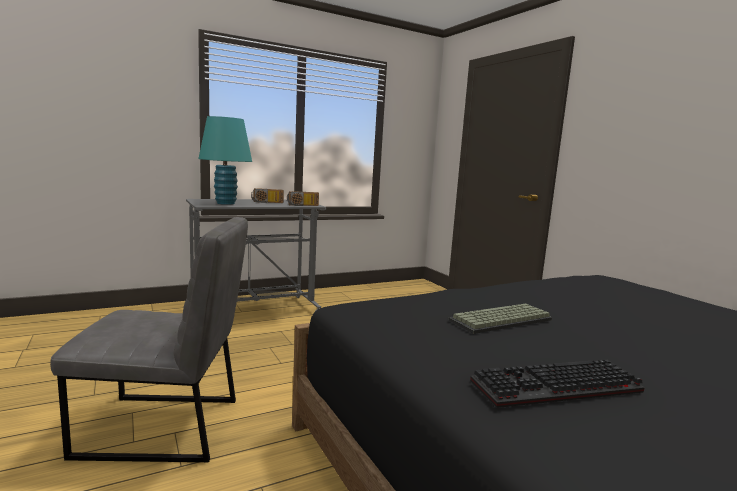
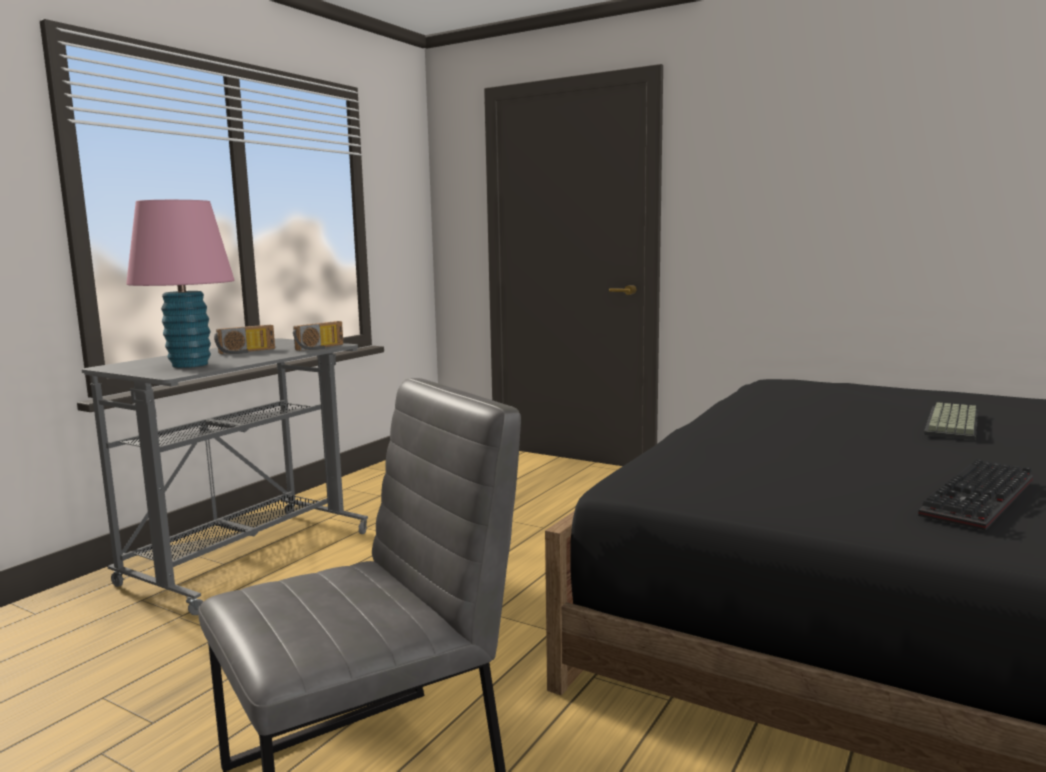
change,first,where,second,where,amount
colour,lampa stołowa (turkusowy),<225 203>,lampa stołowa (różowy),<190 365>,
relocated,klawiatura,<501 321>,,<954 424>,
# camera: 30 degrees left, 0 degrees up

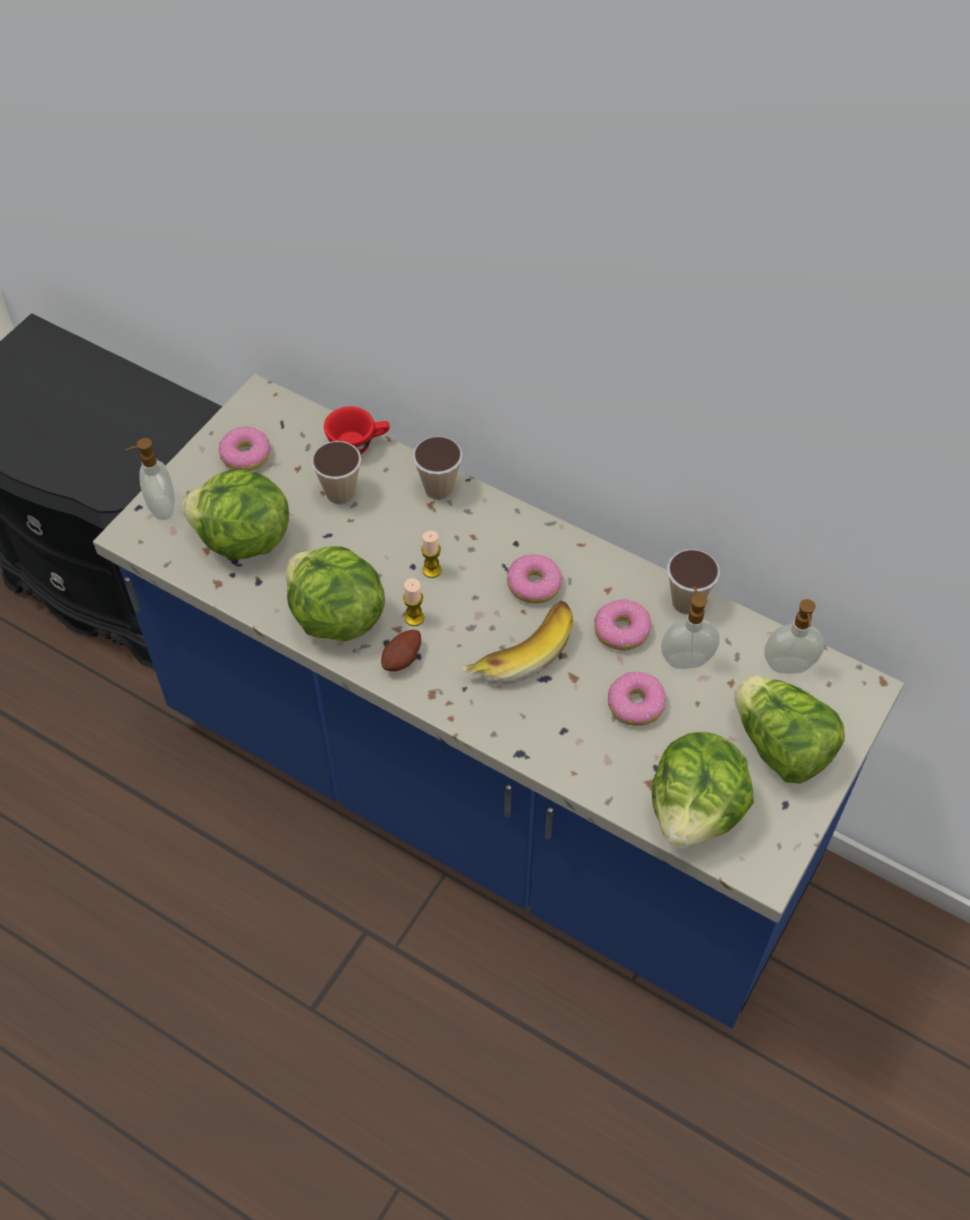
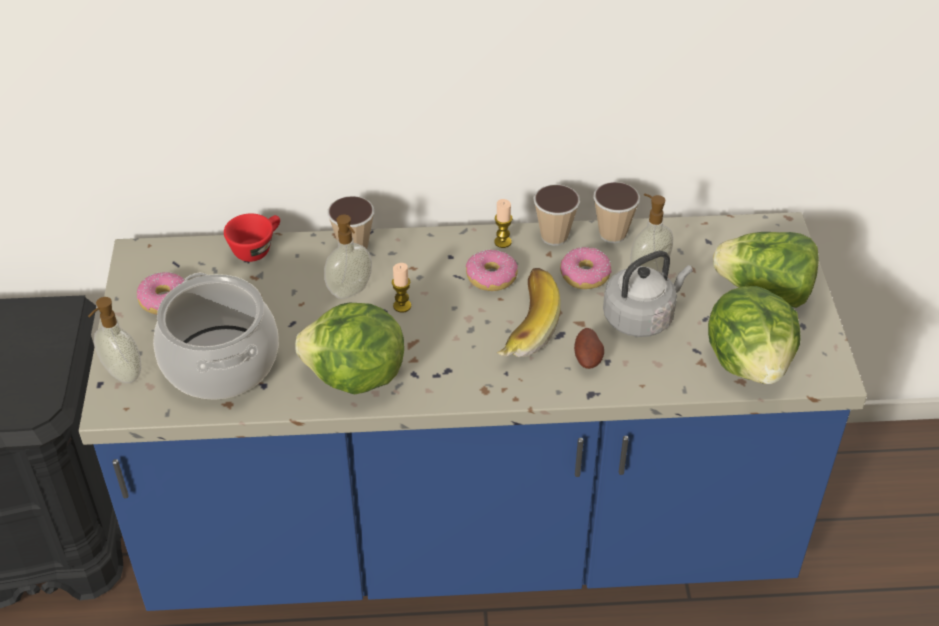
change,first,where,second,where,amount
relocated,filiżanka,<340 493>,,<554 236>,
exchanged,sałata,<243 541>,garnek,<221 362>,
relocated,świeca,<414 618>,,<502 242>,
relocated,dozownik mydła,<788 667>,,<350 291>,
relocated,ziemniak,<403 659>,,<588 358>,
exchanged,donut,<635 704>,czajnik (szary),<641 317>,
# camera: 35 degrees left, 10 degrees down

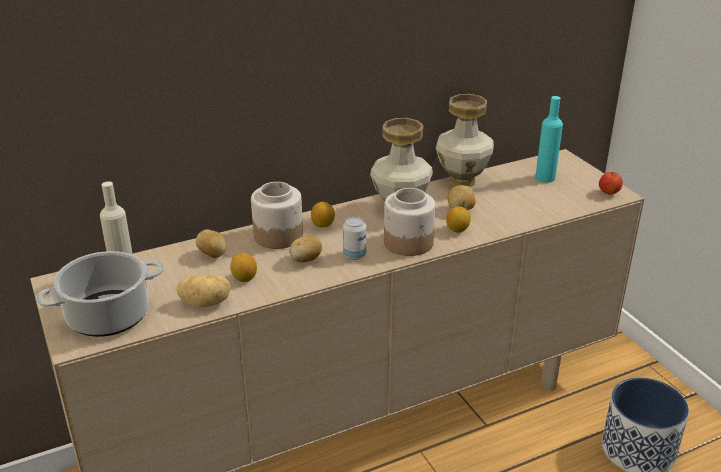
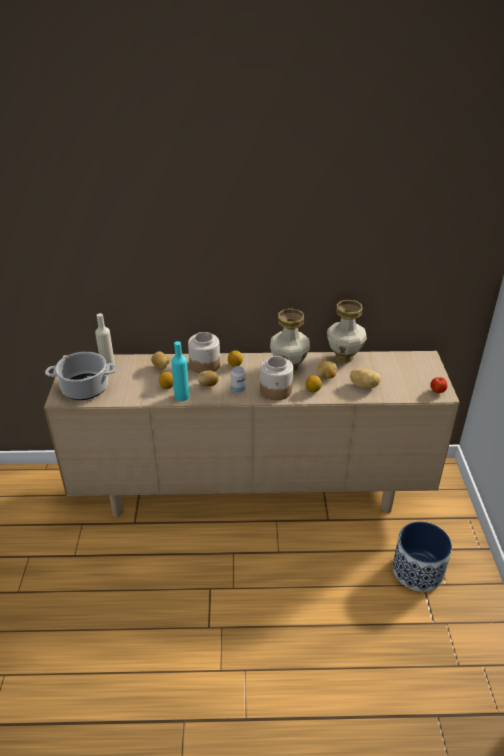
change,first,where,second,where,amount
relocated,butelka (turkusowy),<545 178>,,<182 396>,
relocated,ziemniak,<206 302>,,<364 385>,
# camera: 25 degrees right, 5 degrees up

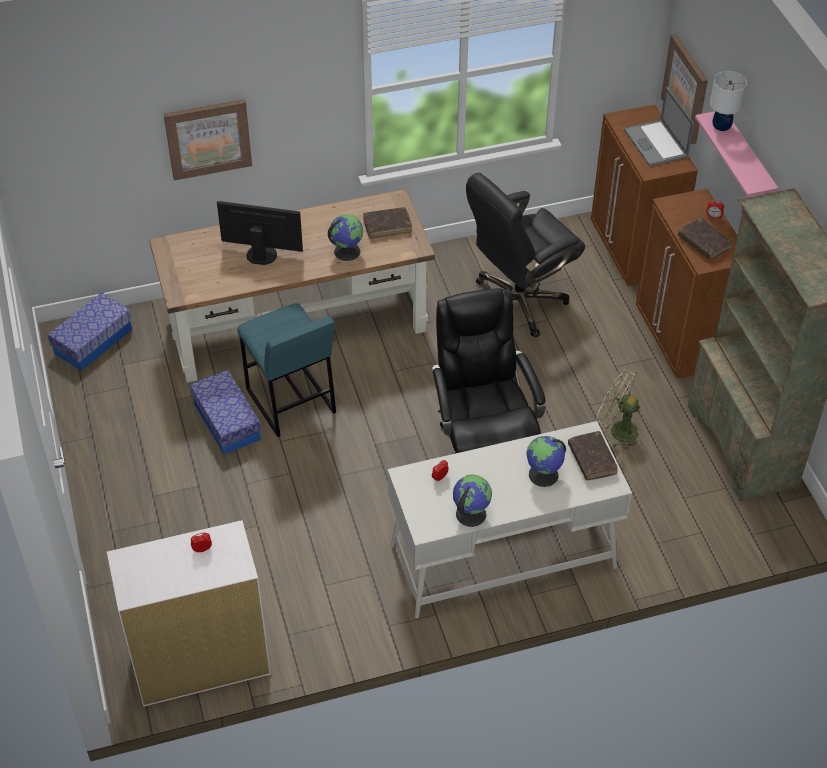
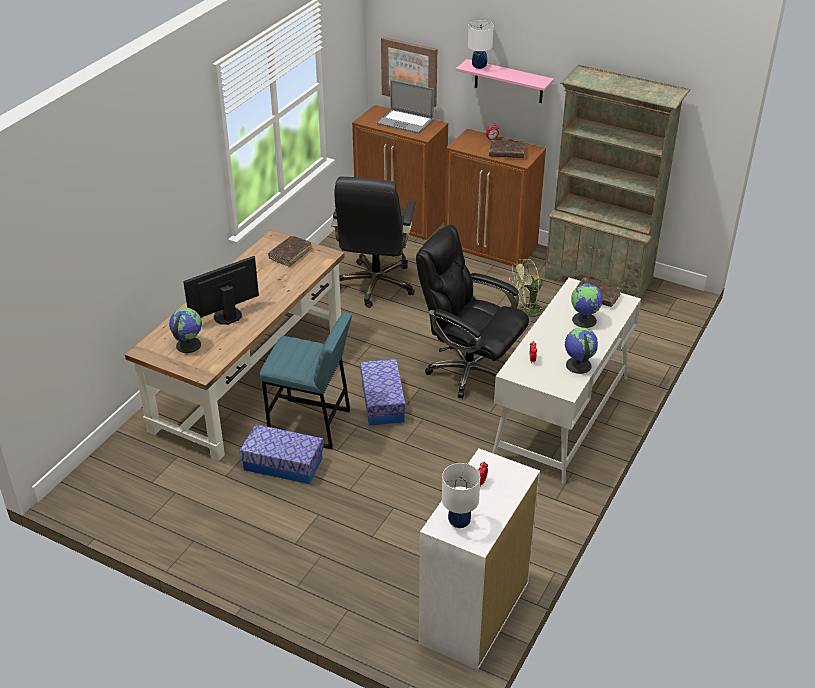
change,first,where,second,where,amount
missing,obraz,<208 138>,,,
relocated,globus,<347 251>,,<188 345>,
relocated,pojemnik do przechowywania,<93 341>,,<382 401>,
appeared,,,lampa stołowa (biały),<460 522>,
# camera: 45 degrees left, 10 degrees down

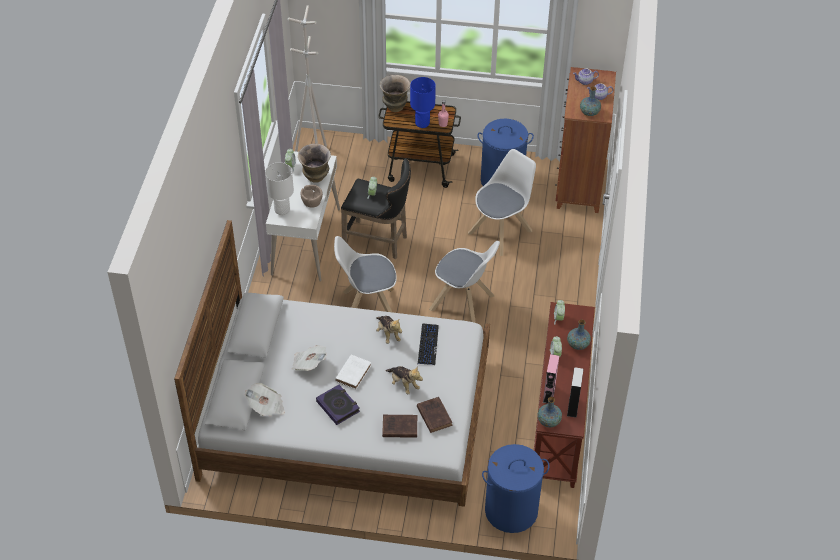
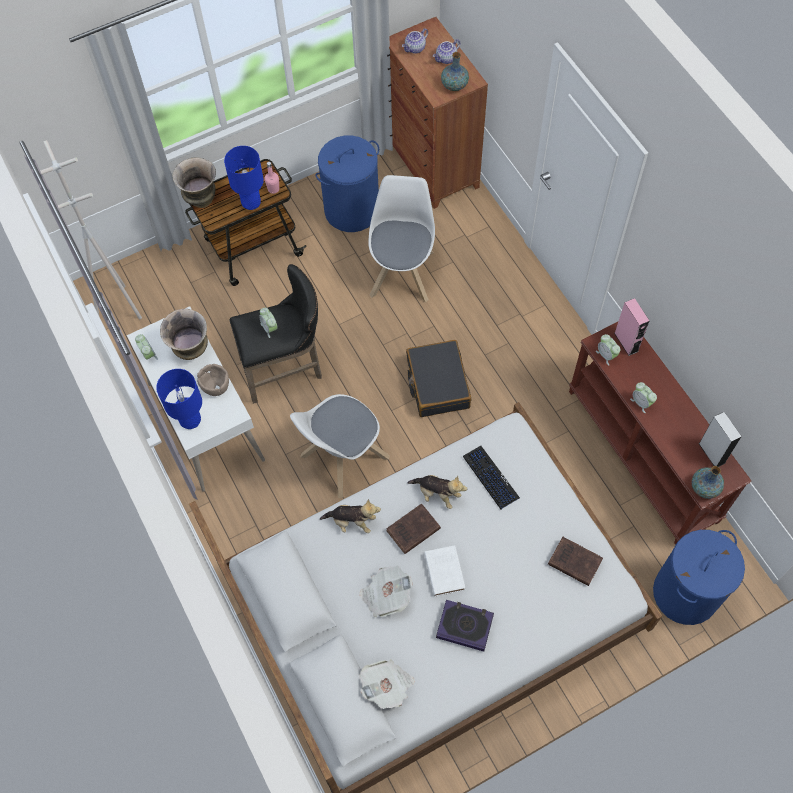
change,first,where,second,where,amount
colour,lampa stołowa (biały),<282 211>,lampa stołowa (niebieski),<190 420>,
exchanged,krzesło,<464 303>,walizka (czarny),<437 384>,
missing,wazon,<578 345>,,,
relocated,głośnik (różowy),<549 394>,,<626 342>,
relocated,pluszak,<403 384>,,<352 522>,
relocated,książka (brązowy),<398 427>,,<412 530>,
# camera: 35 degrees left, 15 degrees up

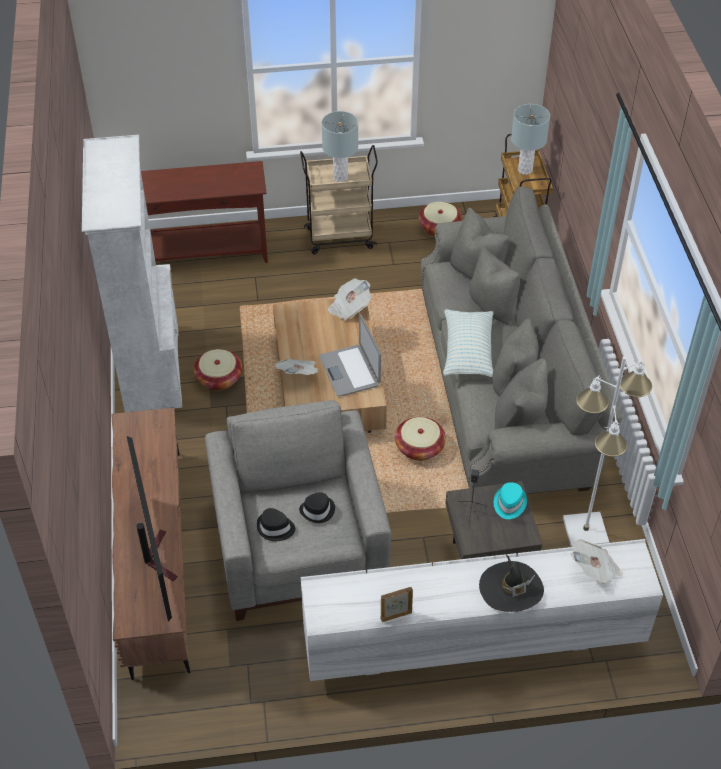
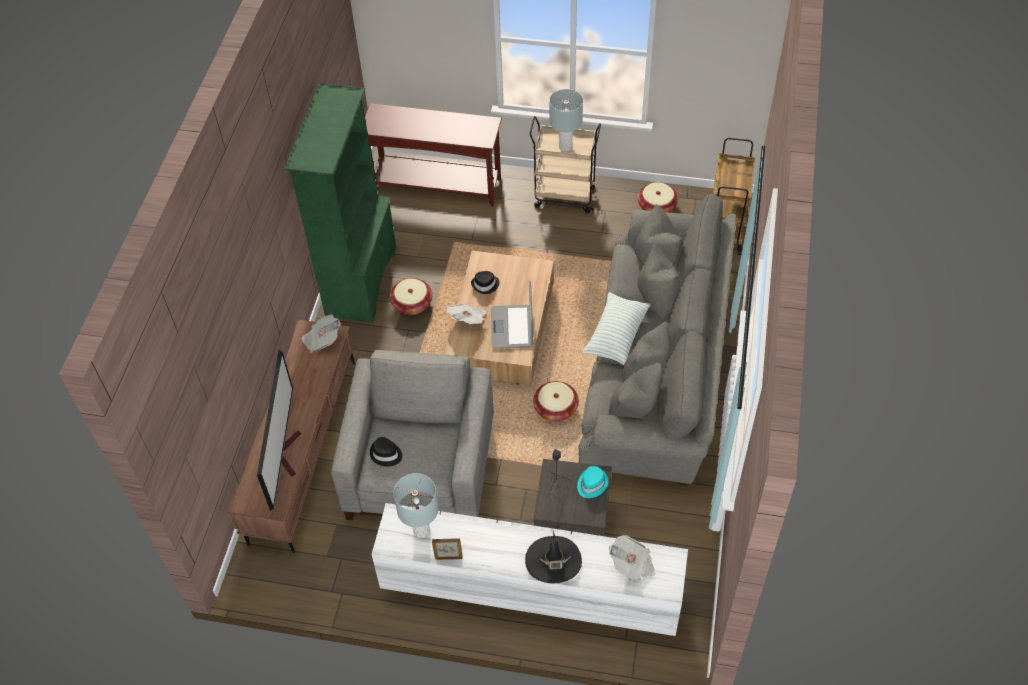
change,first,where,second,where,amount
relocated,lampa stołowa (szary),<525 170>,,<421 530>,
colour,regał (biały),<151 368>,regał (zielony),<360 281>,
relocated,gazeta,<349 307>,,<322 340>,
missing,lampa stojąca (biały),<586 531>,,,
relocated,kapelusz (czarny),<318 511>,,<485 285>,
# camera: 20 degrees right, 5 degrees up

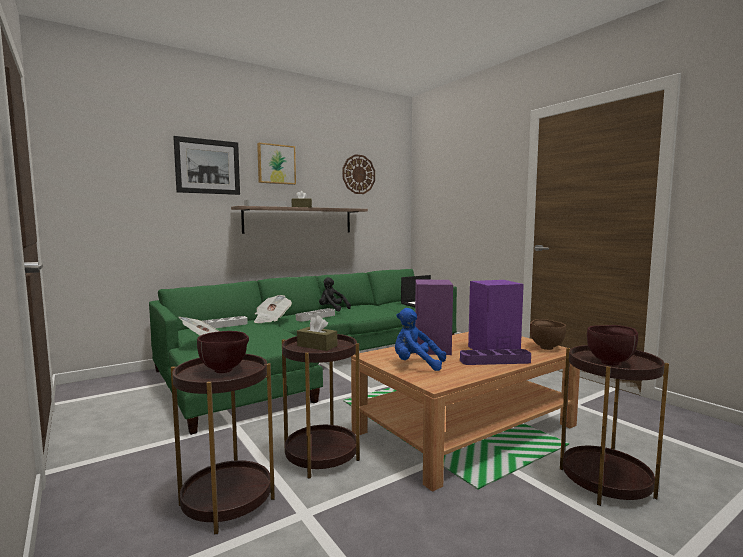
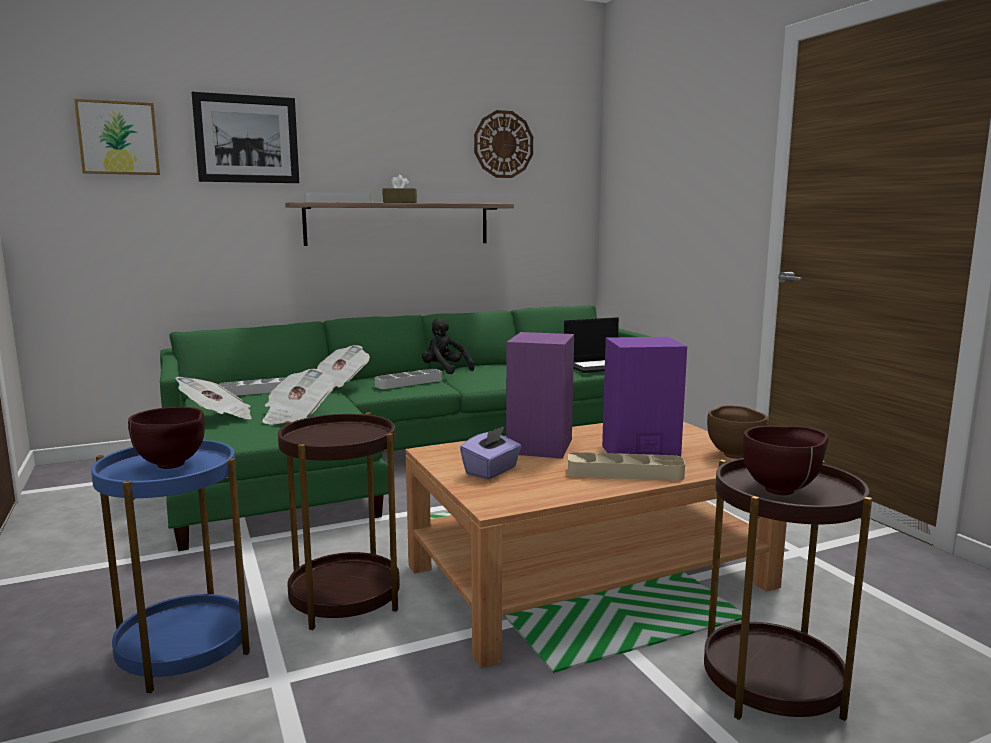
change,first,where,second,where,amount
relocated,obraz,<276 164>,,<118 138>,
exchanged,pluszak (niebieski),<416 364>,pudełko chusteczek (fioletowy),<491 471>,
missing,pudełko chusteczek (brązowy),<317 346>,,,
colour,taca (fioletowy),<495 361>,taca (beżowy),<625 473>,
colour,stolik (brązowy),<227 501>,stolik (niebieski),<183 650>,
appeared,,,gazeta,<296 416>,
# camera: 10 degrees right, 5 degrees up

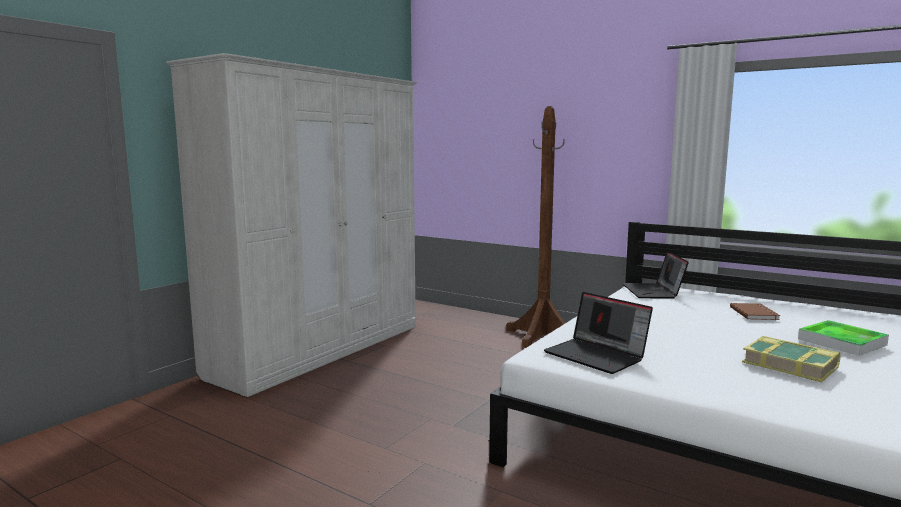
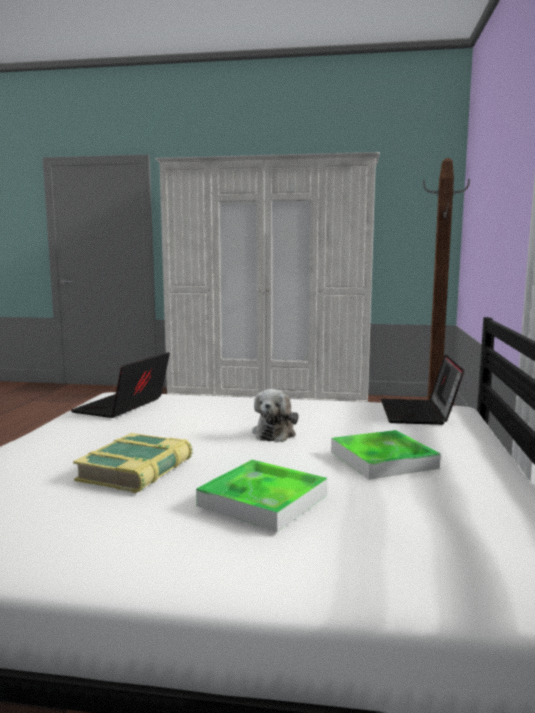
change,first,where,second,where,amount
spun,laptop,<653 292>,,<419 413>,60 degrees counterclockwise
exchanged,książka (brązowy),<755 313>,taca,<383 460>,
appeared,,,pluszak,<275 433>,
# camera: 65 degrees right, 0 degrees up

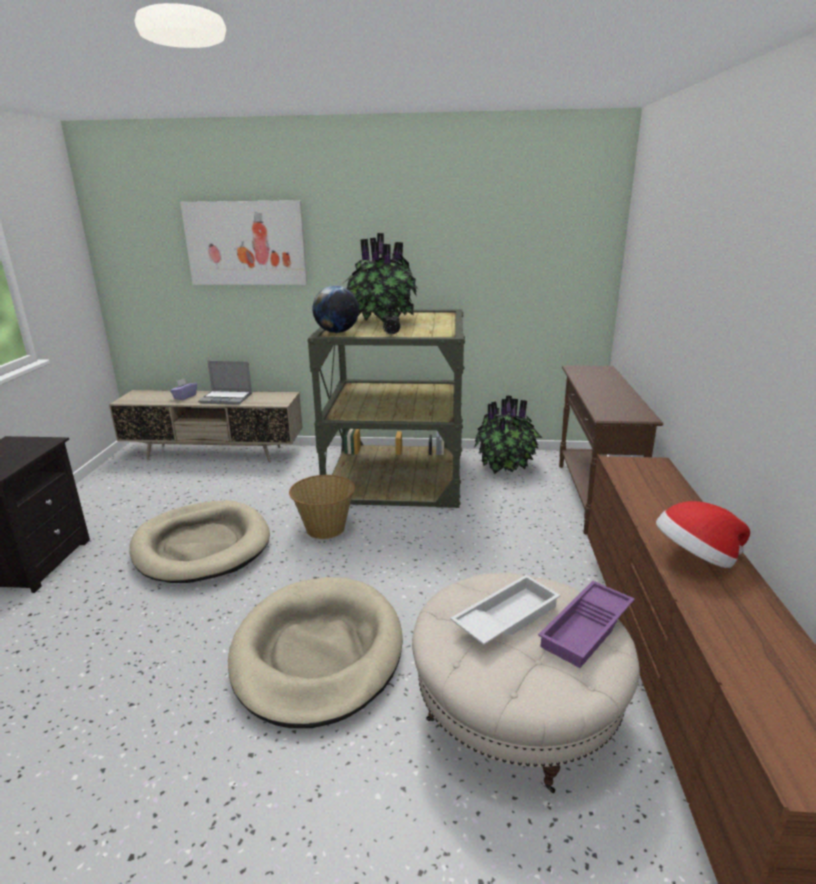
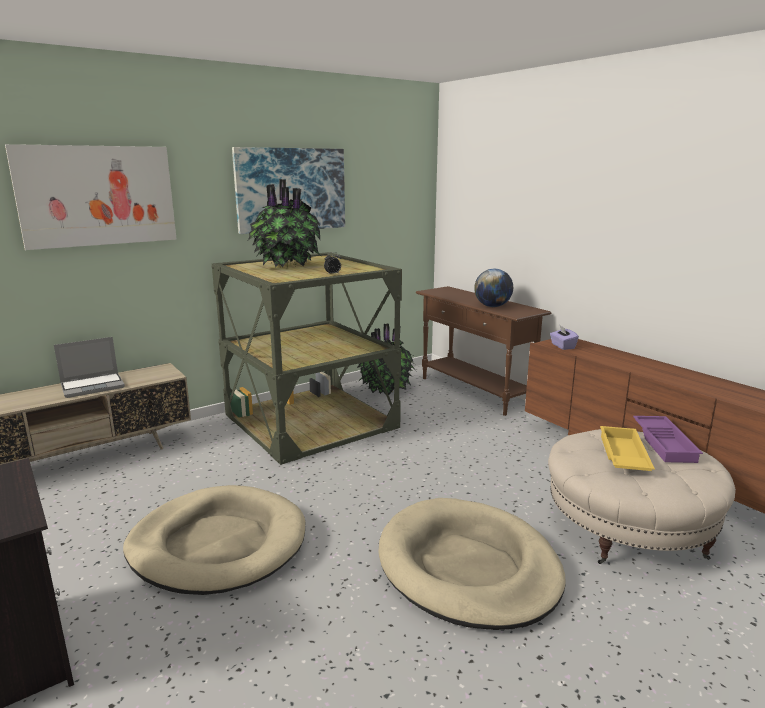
change,first,where,second,where,amount
relocated,globus,<337 332>,,<492 306>,
relocated,pudełko chusteczek (fioletowy),<185 397>,,<562 346>,
missing,koszyk,<325 529>,,,
missing,kapelusz,<695 559>,,,
colour,taca (biały),<505 617>,taca (żółty),<622 455>,
appeared,,,obraz,<291 189>,
# camera: 40 degrees left, 5 degrees down

